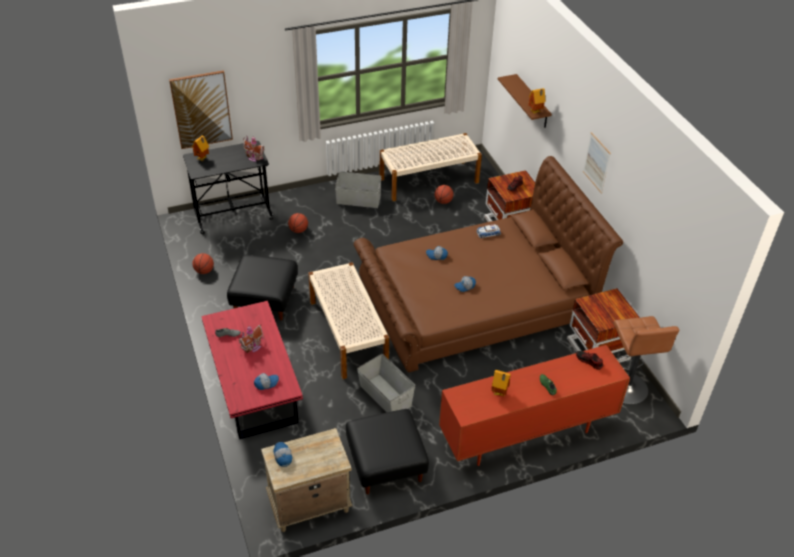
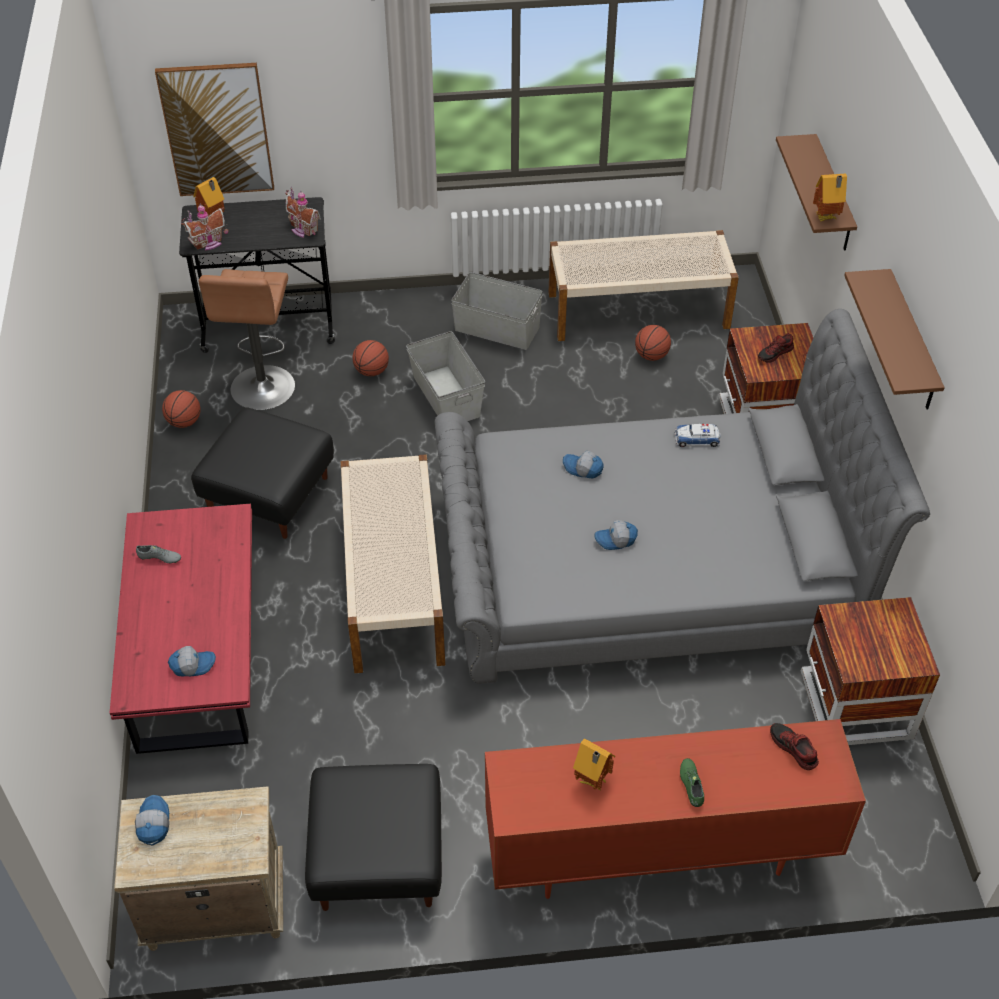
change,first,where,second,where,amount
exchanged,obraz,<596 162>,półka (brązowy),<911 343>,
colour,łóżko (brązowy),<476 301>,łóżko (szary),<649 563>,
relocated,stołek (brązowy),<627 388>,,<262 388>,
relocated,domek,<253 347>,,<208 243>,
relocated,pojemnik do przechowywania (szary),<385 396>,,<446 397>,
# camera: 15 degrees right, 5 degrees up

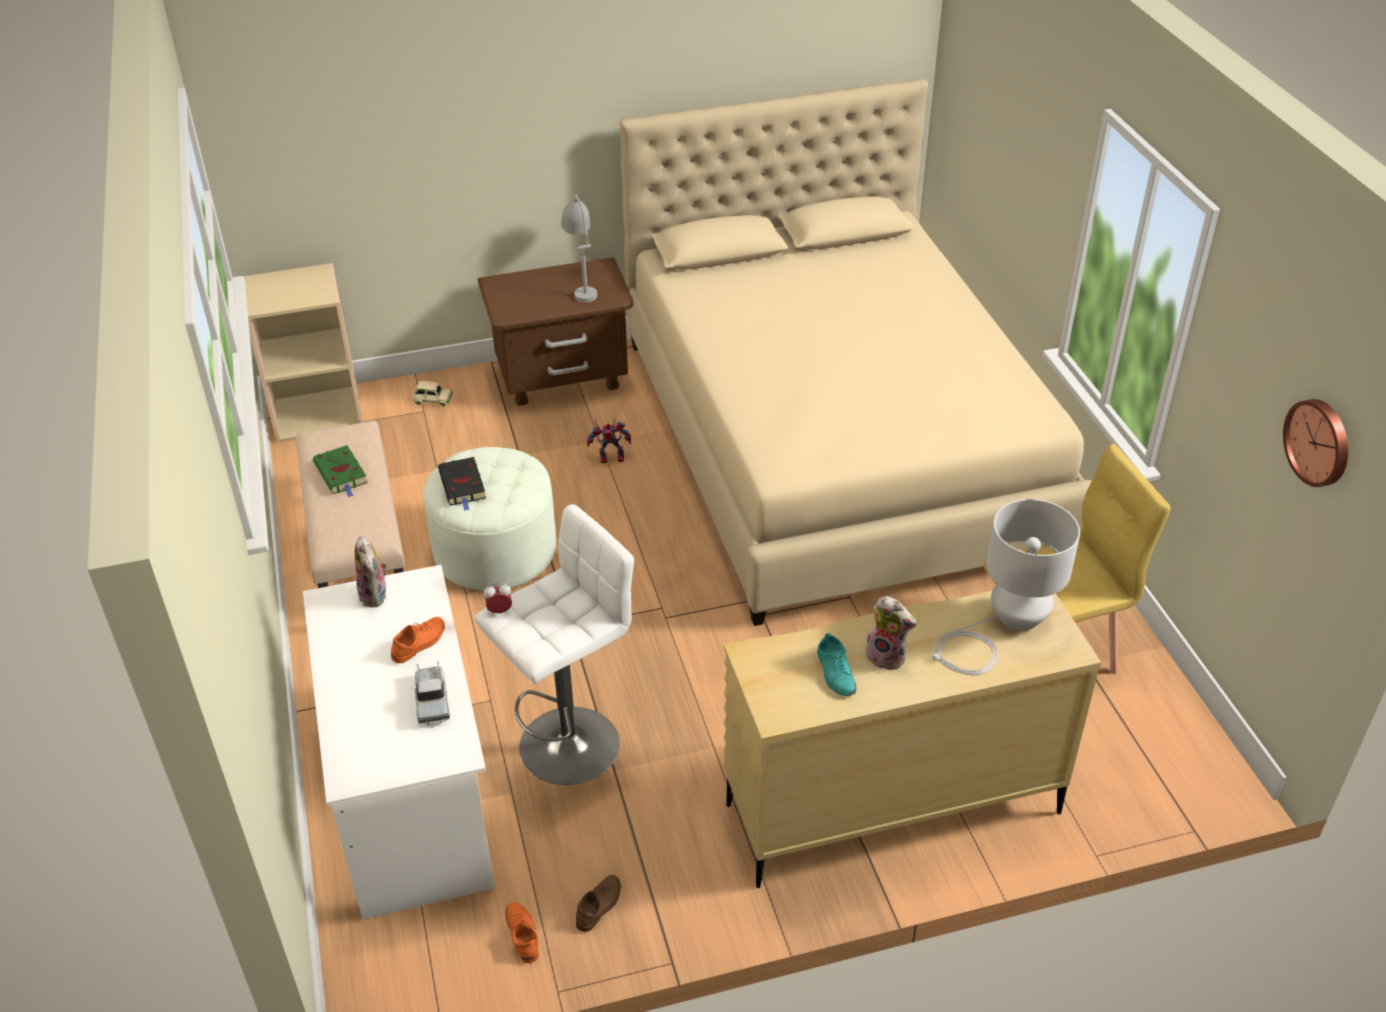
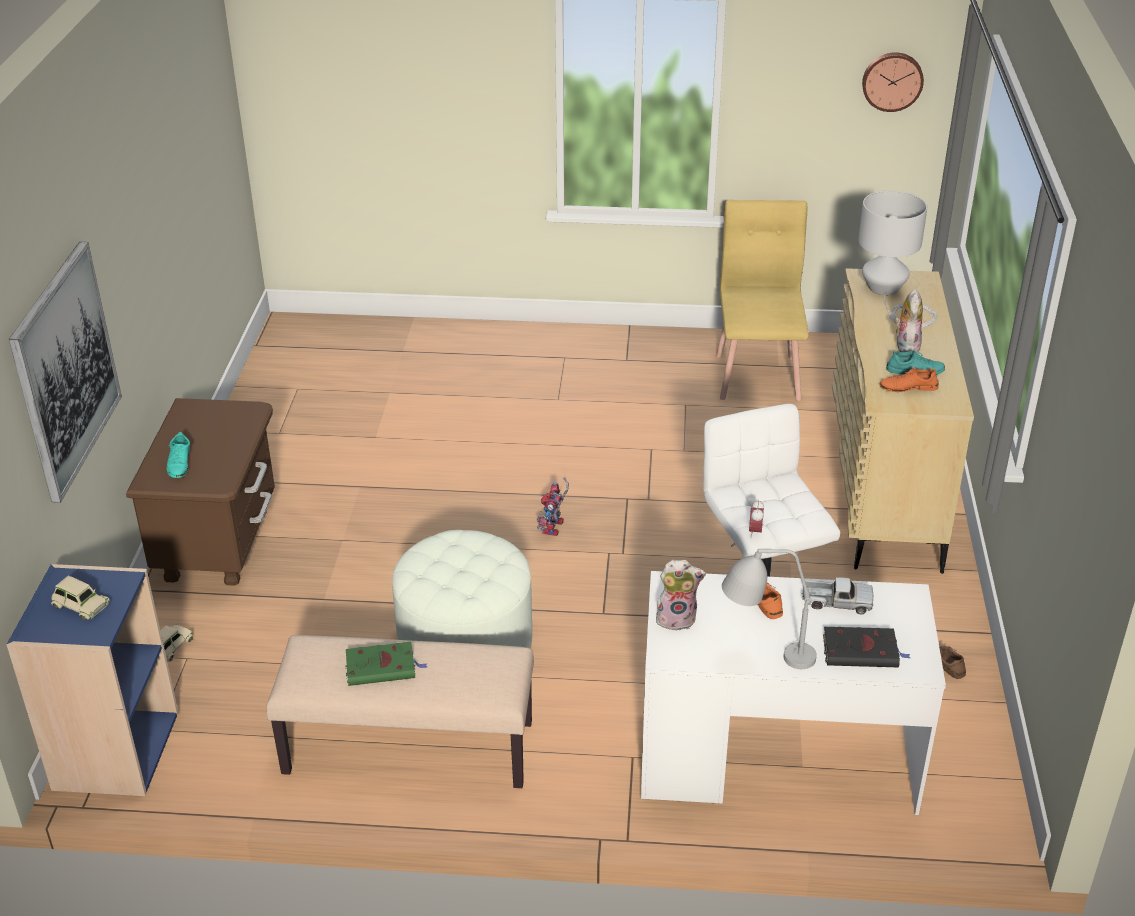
change,first,where,second,where,amount
missing,łóżko (beżowy),<835 442>,,,
relocated,lampa stołowa (szary),<581 283>,,<763 654>,
colour,regał (beżowy),<318 413>,regał (niebieski),<115 749>,
relocated,robot zabawkowy,<609 459>,,<554 529>,
relocated,książka (czarny),<463 486>,,<862 652>,
spun,pluszak,<887 656>,,<905 346>,45 degrees counterclockwise
relocated,but (pomarańczowy),<523 934>,,<908 387>,
appeared,,,obraz,<65 370>,
appeared,,,but (turkusowy),<179 463>,
appeared,,,samochodzik (beżowy),<80 604>,
# camera: 70 degrees left, 5 degrees down

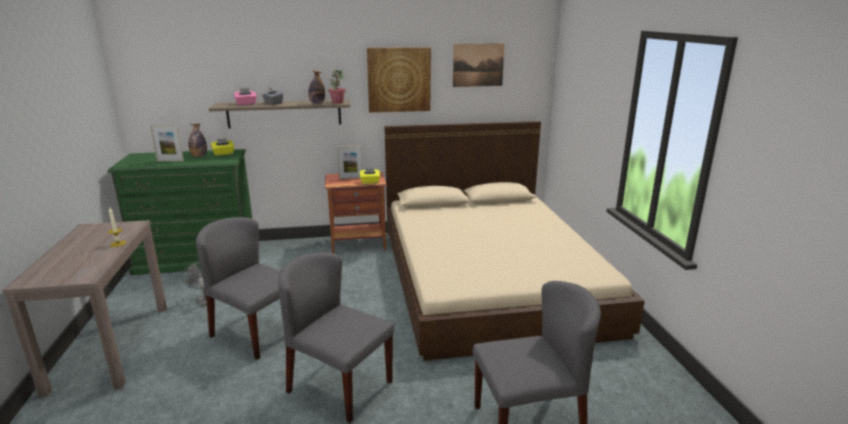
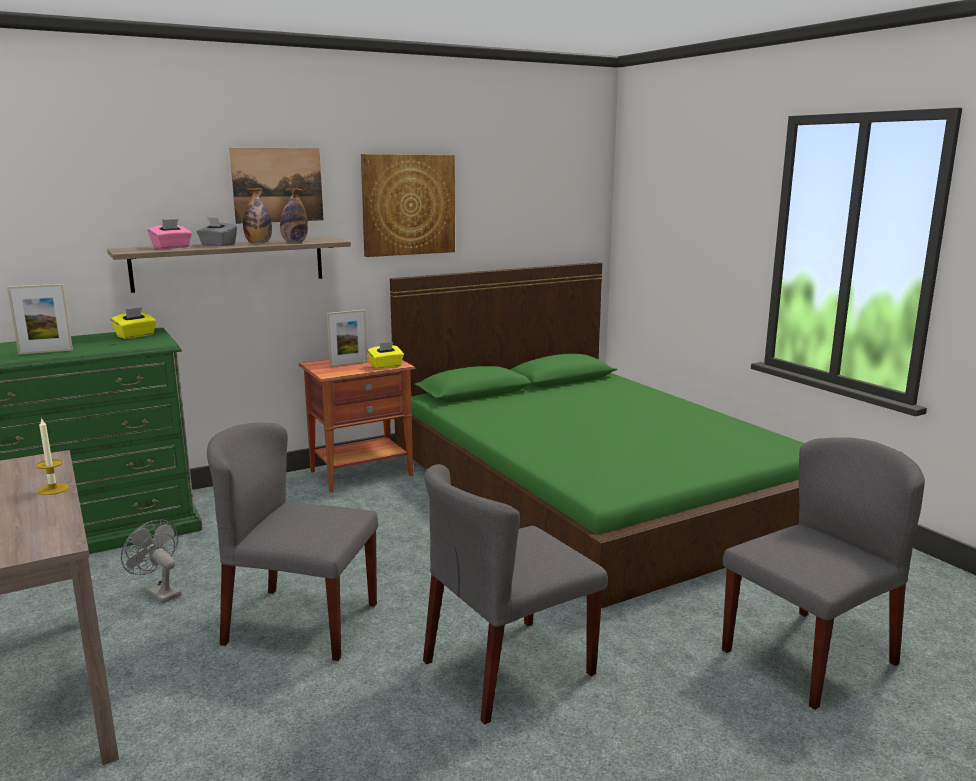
change,first,where,second,where,amount
relocated,obraz,<478 65>,,<277 185>,
missing,roślina doniczkowa,<337 102>,,,
colour,łóżko (beżowy),<488 276>,łóżko (zielony),<593 487>,
relocated,butelka,<199 156>,,<258 243>,
spun,krzesło (szary),<339 386>,,<507 669>,45 degrees counterclockwise
# camera: 20 degrees left, 5 degrees down

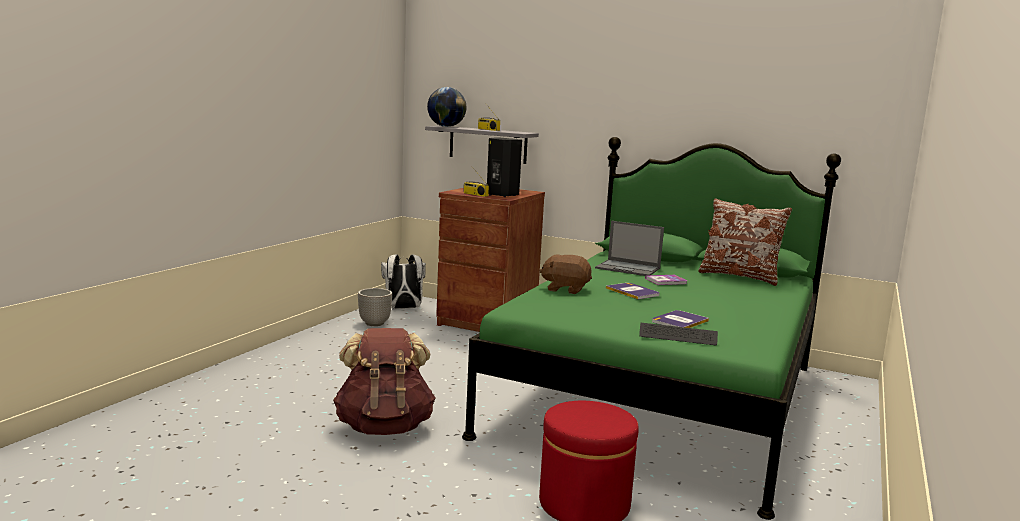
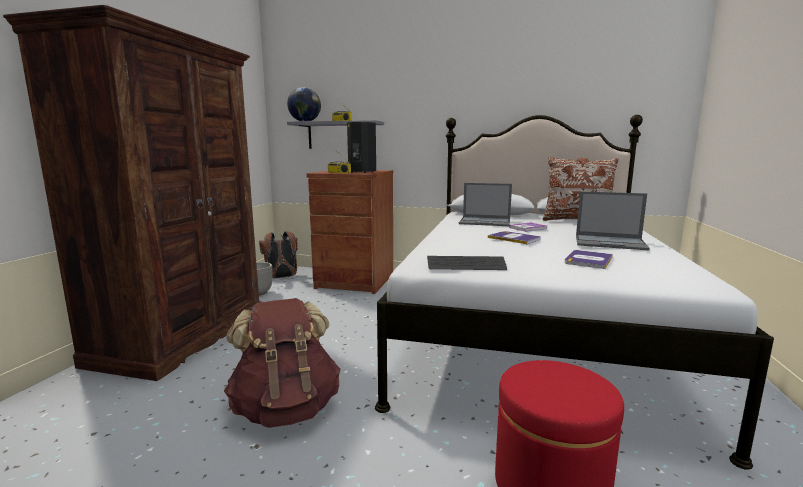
change,first,where,second,where,amount
colour,łóżko (zielony),<661 399>,łóżko (biały),<533 334>,
colour,plecak (biały),<403 308>,plecak (brązowy),<281 277>,
missing,pluszak (brązowy),<565 289>,,,
relocated,klawiatura,<677 336>,,<466 265>,
appeared,,,szafa (brązowy),<183 336>,
appeared,,,laptop,<611 243>,
# camera: 10 degrees left, 0 degrees up

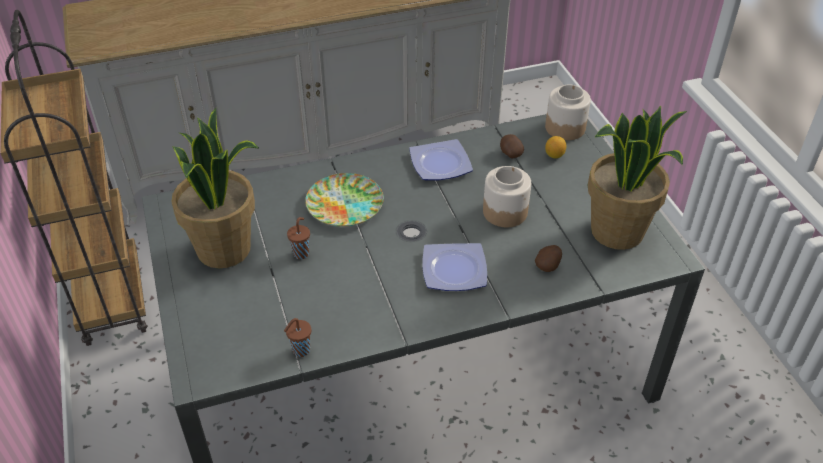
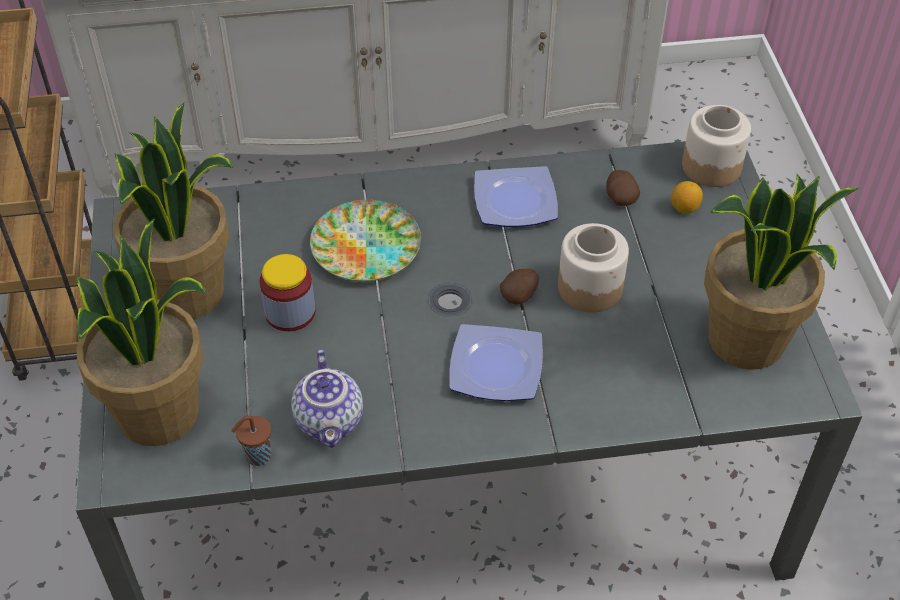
change,first,where,second,where,amount
exchanged,filiżanka (brązowy),<301 253>,słoik,<290 312>,
relocated,ziemniak,<548 265>,,<520 295>,
appeared,,,roślina doniczkowa,<160 414>,
appeared,,,imbryk,<331 421>,
# camera: 10 degrees right, 5 degrees up

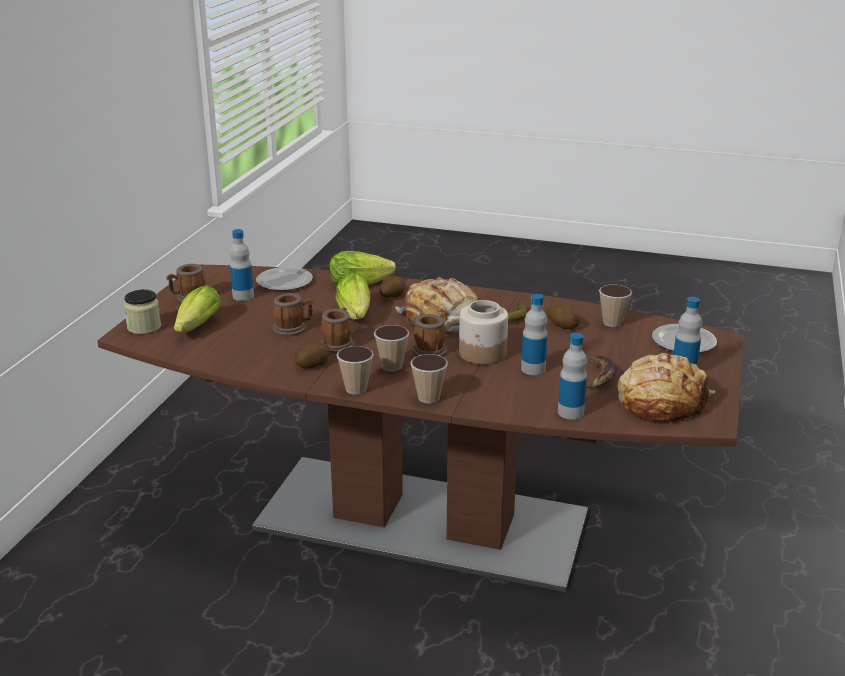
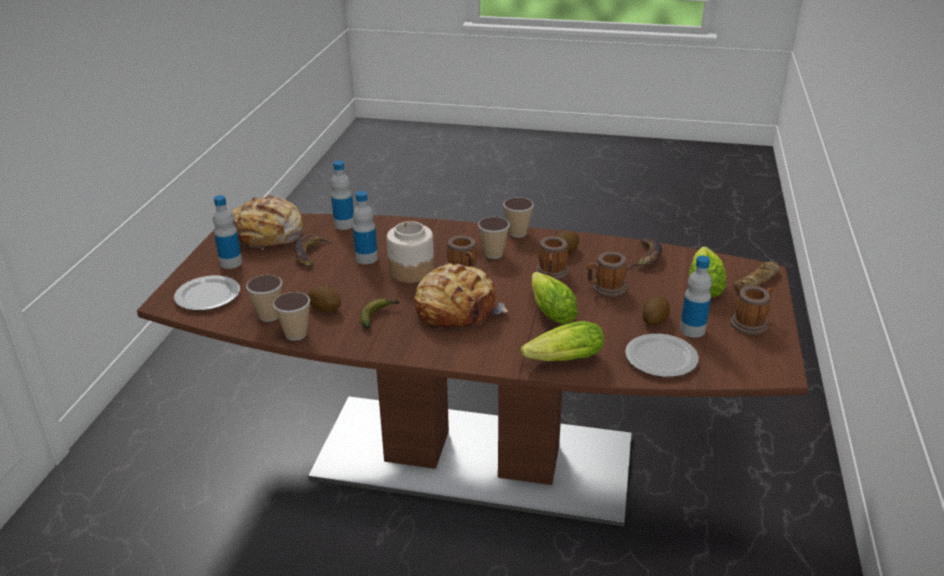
change,first,where,second,where,amount
relocated,ziemniak,<392 296>,,<654 319>,
exchanged,słoik,<144 327>,chleb,<757 281>,
relocated,filiżanka,<429 398>,,<296 334>,
appeared,,,banan,<646 257>,
# camera: 175 degrees right, 5 degrees up

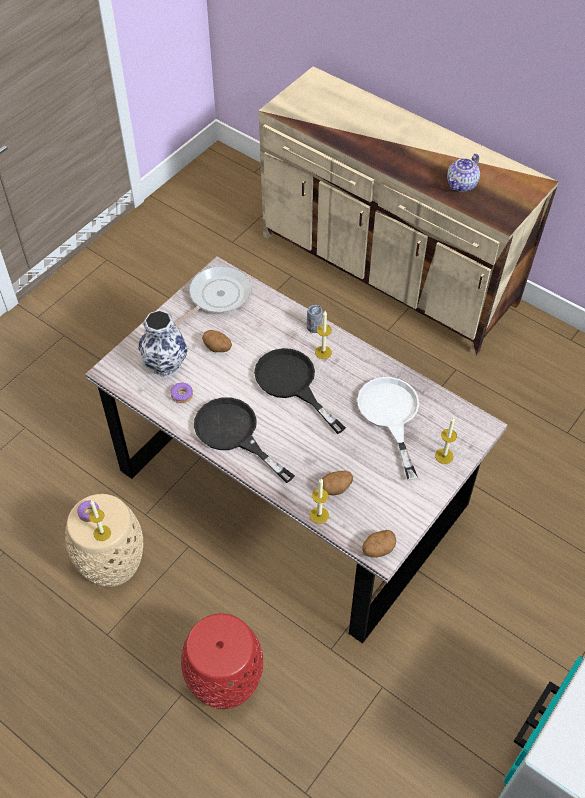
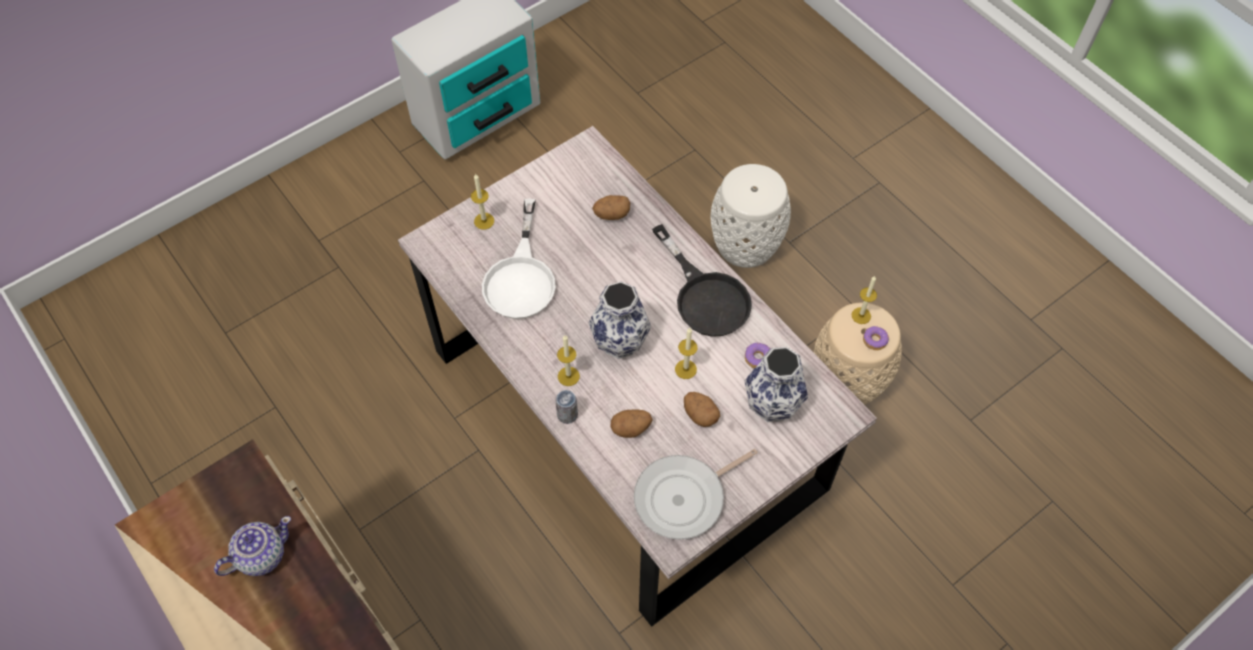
change,first,where,second,where,amount
exchanged,patelnia (czarny),<292 384>,wazon,<621 342>,
relocated,świeca,<319 515>,,<685 369>,
relocated,ziemniak,<378 549>,,<631 428>,
colour,stołek (czerwony),<224 680>,stołek (biały),<746 244>,
# camera: 165 degrees left, 5 degrees up

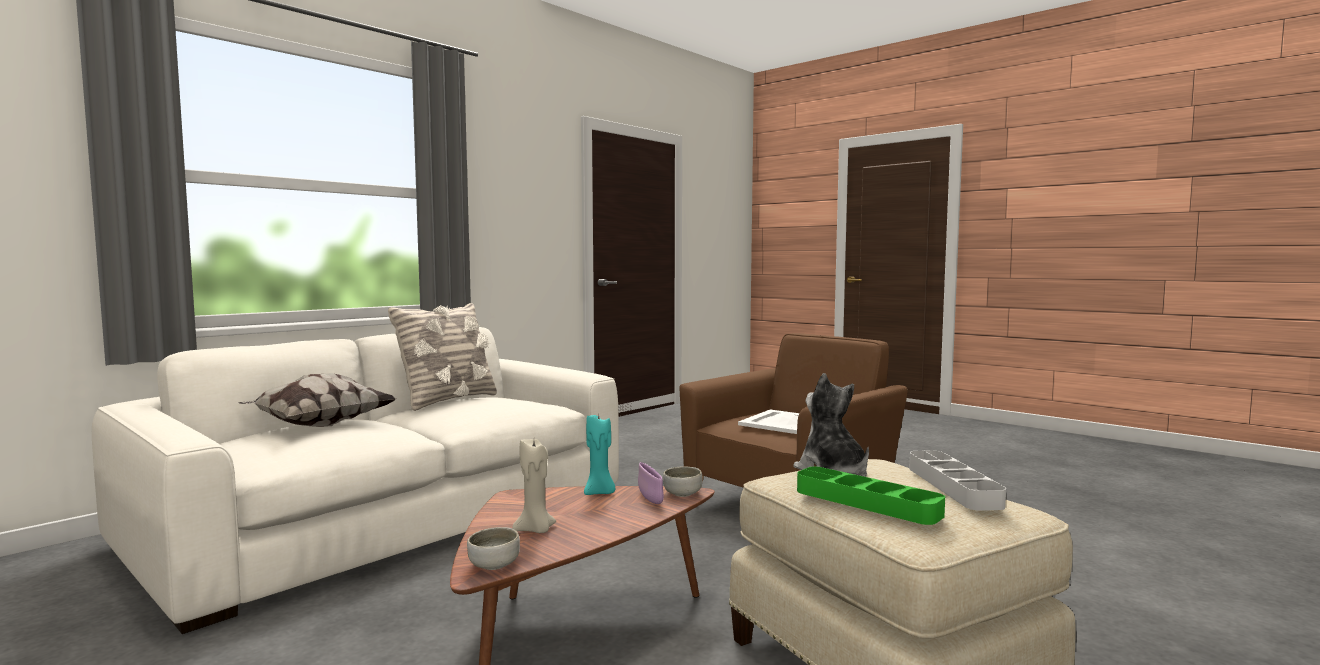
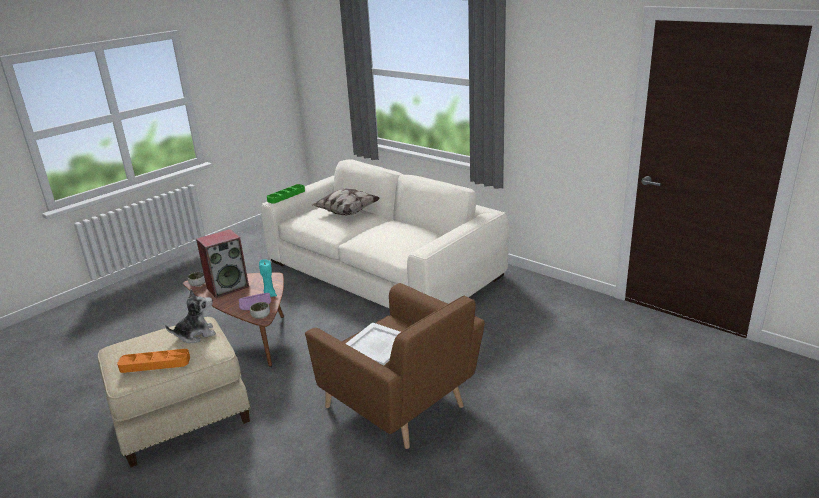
change,first,where,second,where,amount
missing,poduszka (beżowy),<448 401>,,,
exchanged,świeca (beżowy),<536 530>,głośnik,<228 287>,
colour,taca (szary),<953 486>,taca (pomarańczowy),<155 364>,
relocated,taca (zielony),<866 502>,,<286 196>,
# camera: 90 degrees right, 20 degrees up

